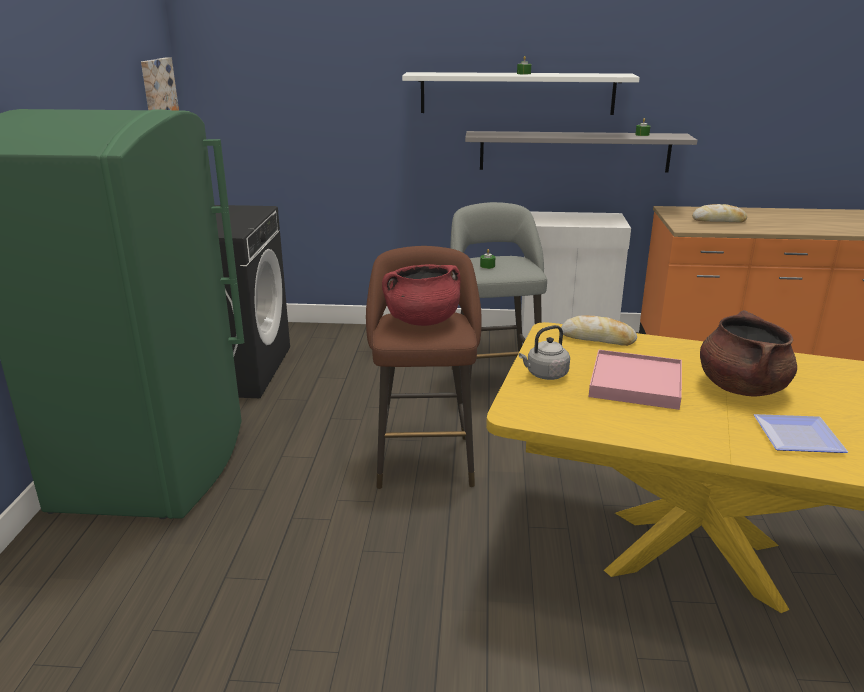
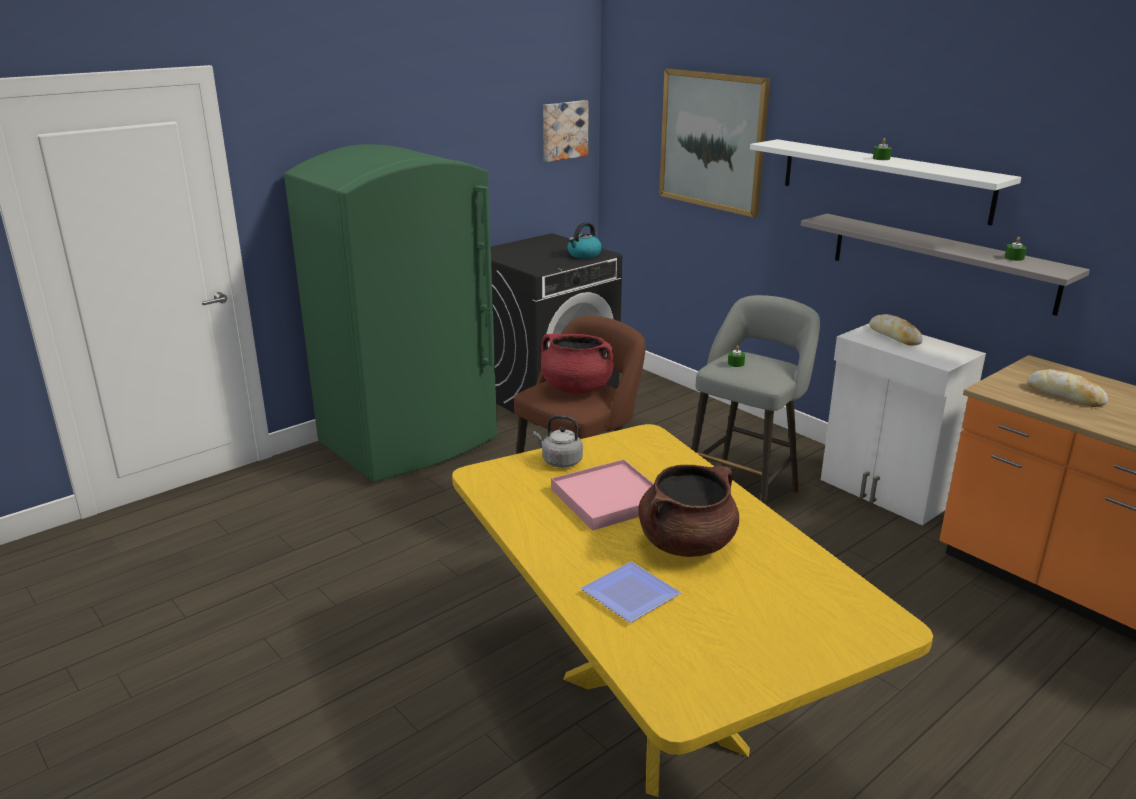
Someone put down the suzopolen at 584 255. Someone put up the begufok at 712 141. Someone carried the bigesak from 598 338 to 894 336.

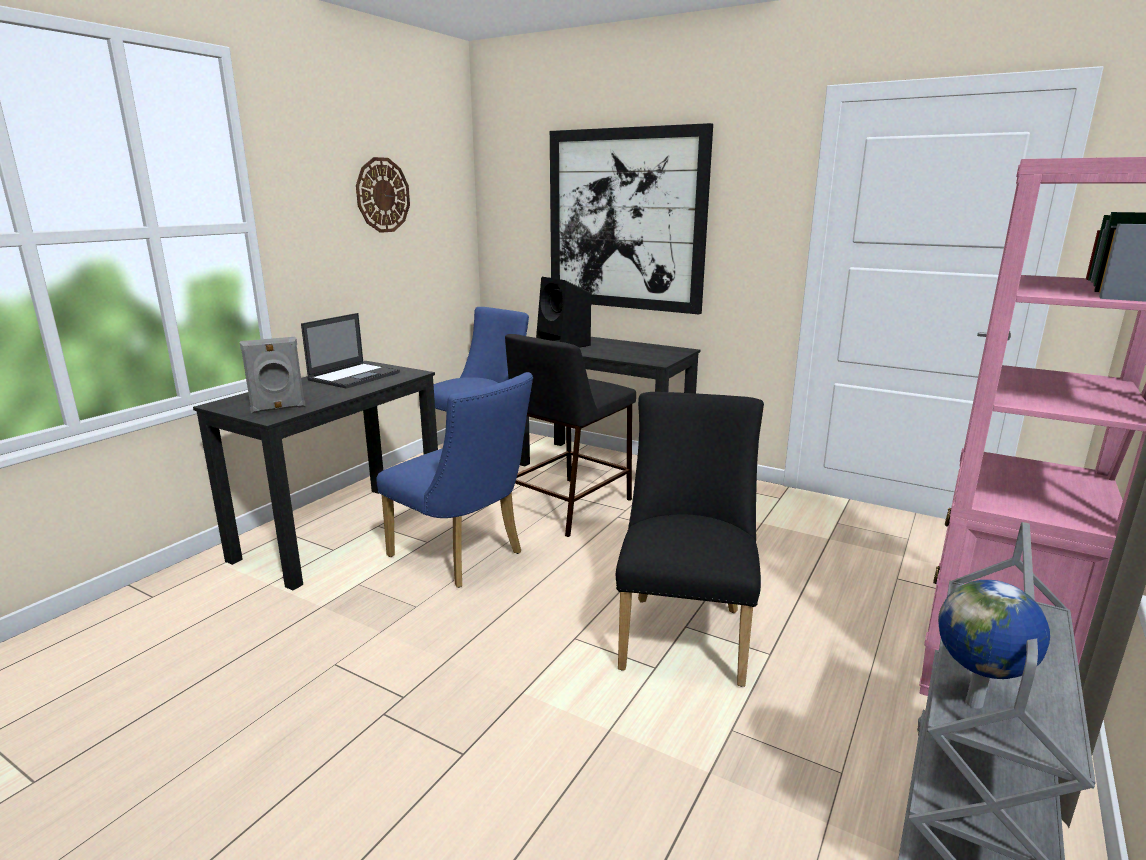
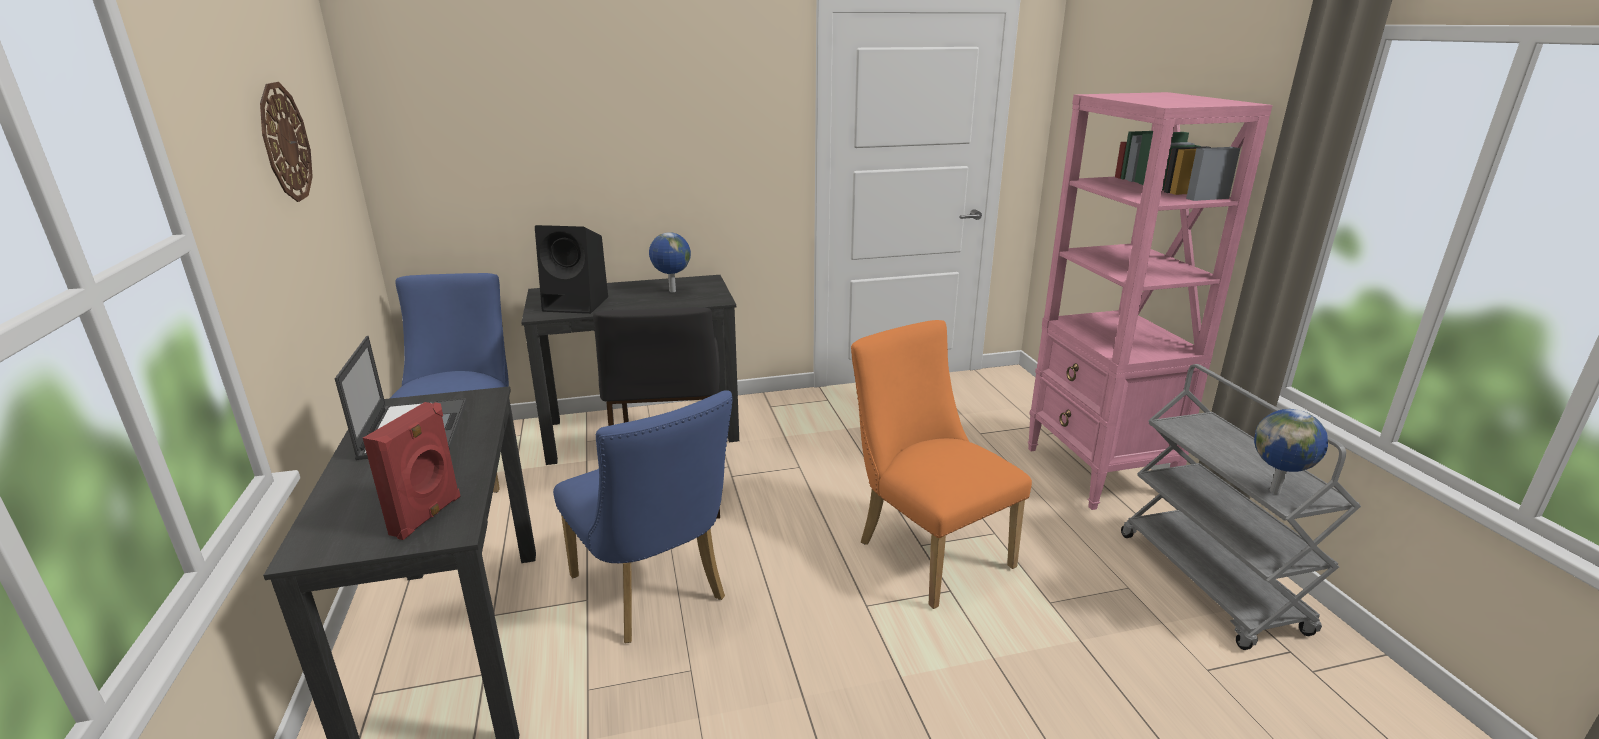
Someone repainted the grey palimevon at 278 409, which became the red palimevon at 428 516. Someone rotated the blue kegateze at 463 557 by 60 degrees clockwise. Someone put down the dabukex at 672 291. Someone repainted the black kegateze at 685 631, which became the orange kegateze at 926 549. Someone took away the begufok at 625 220.

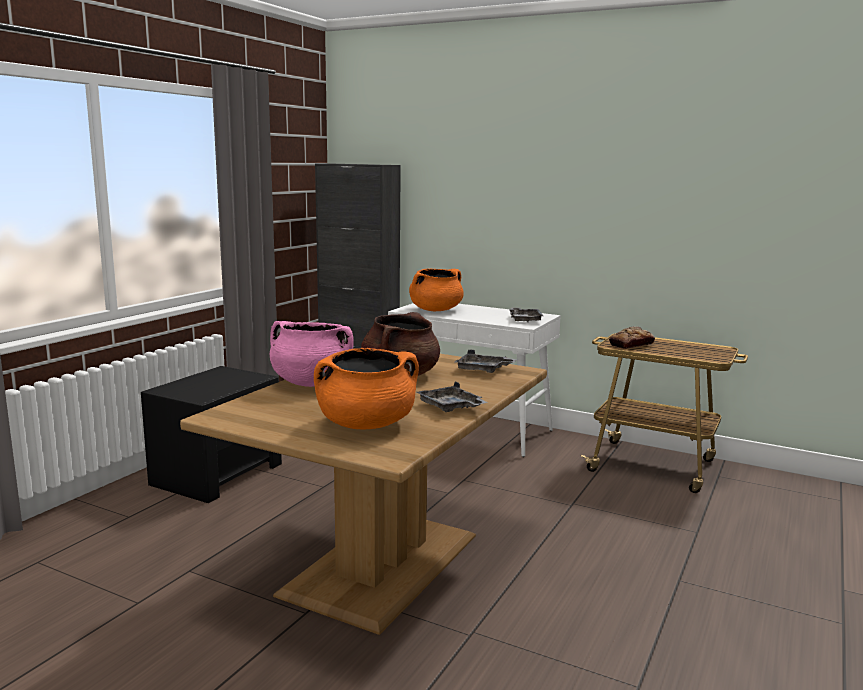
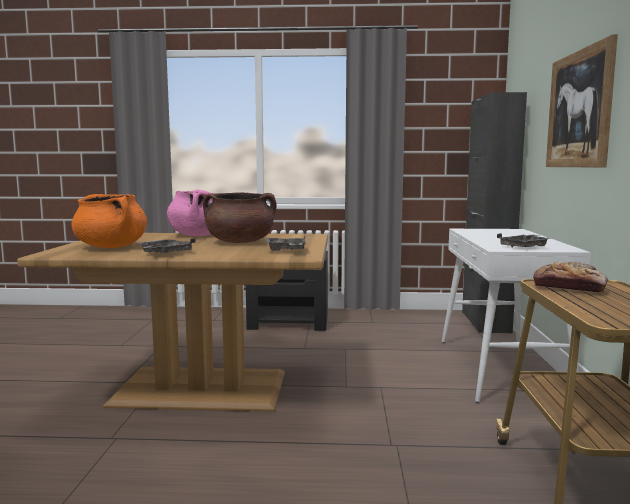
Someone put up the begufok at 579 109. Someone took away the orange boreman at 436 310.

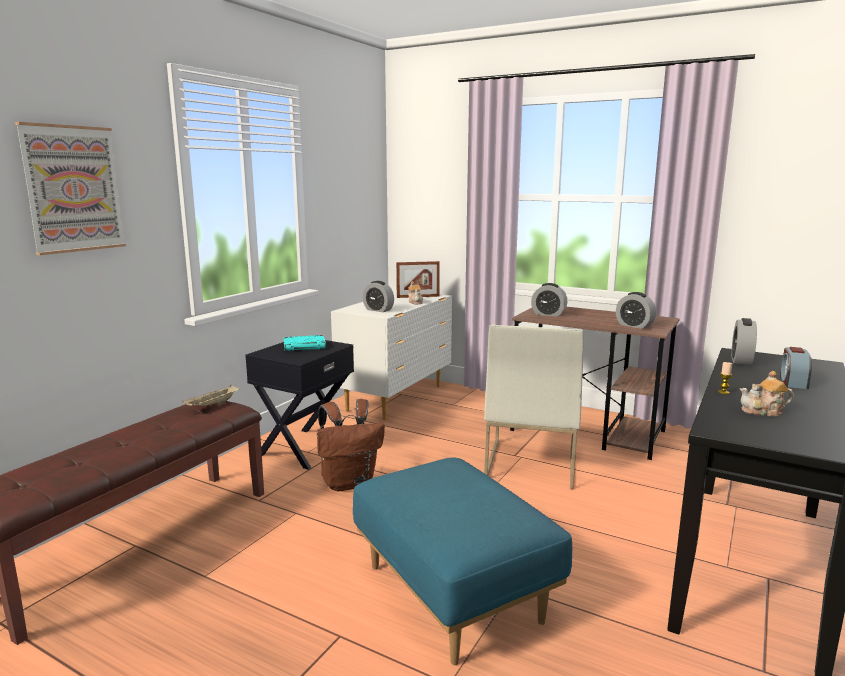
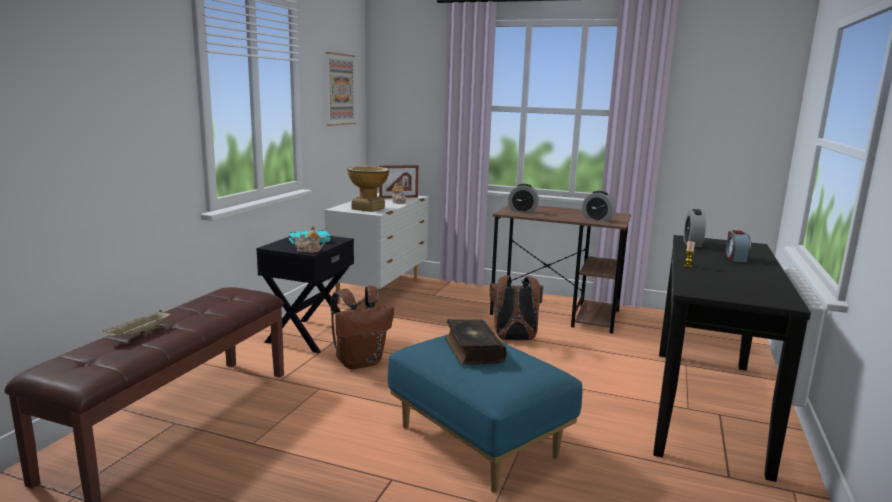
Someone carried the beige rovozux from 212 405 to 139 334. Someone carried the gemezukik from 763 412 to 309 250. Someone carried the begufok from 73 189 to 340 89. Someone swapped the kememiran at 378 310 for the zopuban at 368 208. Someone put down the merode at 472 350. Someone swapped the white kegateze at 530 463 for the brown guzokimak at 514 339.

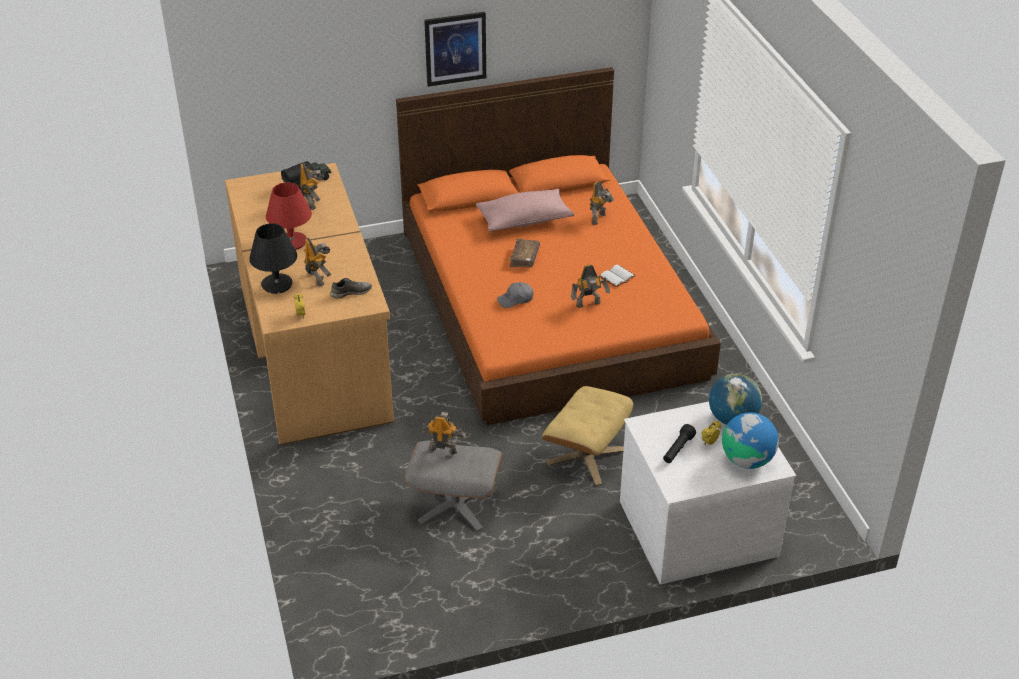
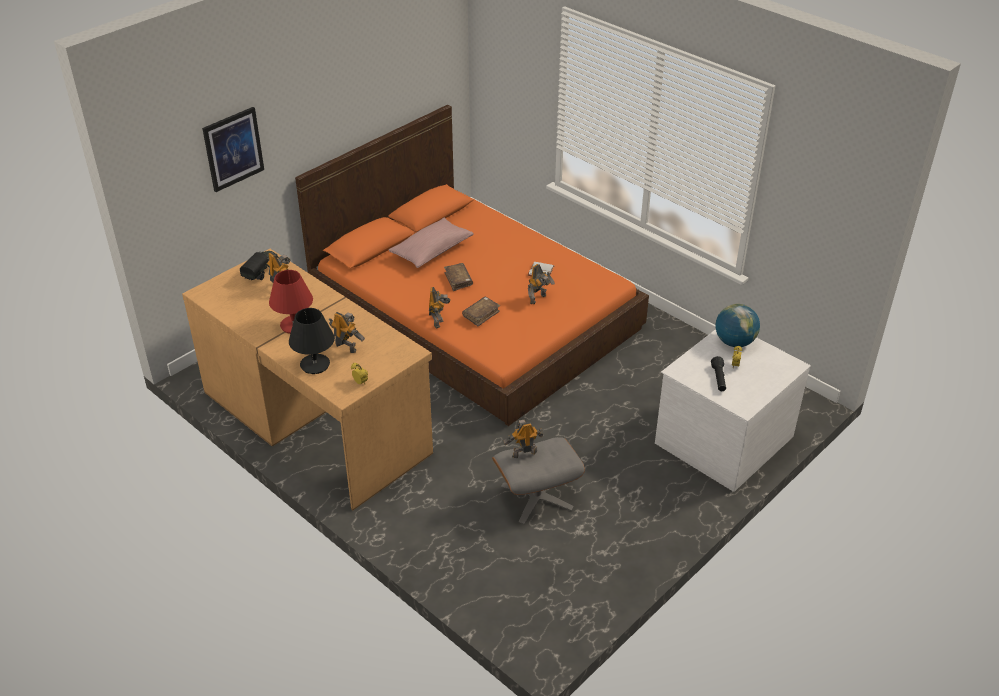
Someone carried the begufok from 455 48 to 233 149. Someone carried the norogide from 599 219 to 438 321. Someone swapped the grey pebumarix at 515 299 for the brown merode at 481 314. Someone took away the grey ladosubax at 351 292. Someone took away the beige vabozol at 586 456. Someone took away the dabukex at 747 459.

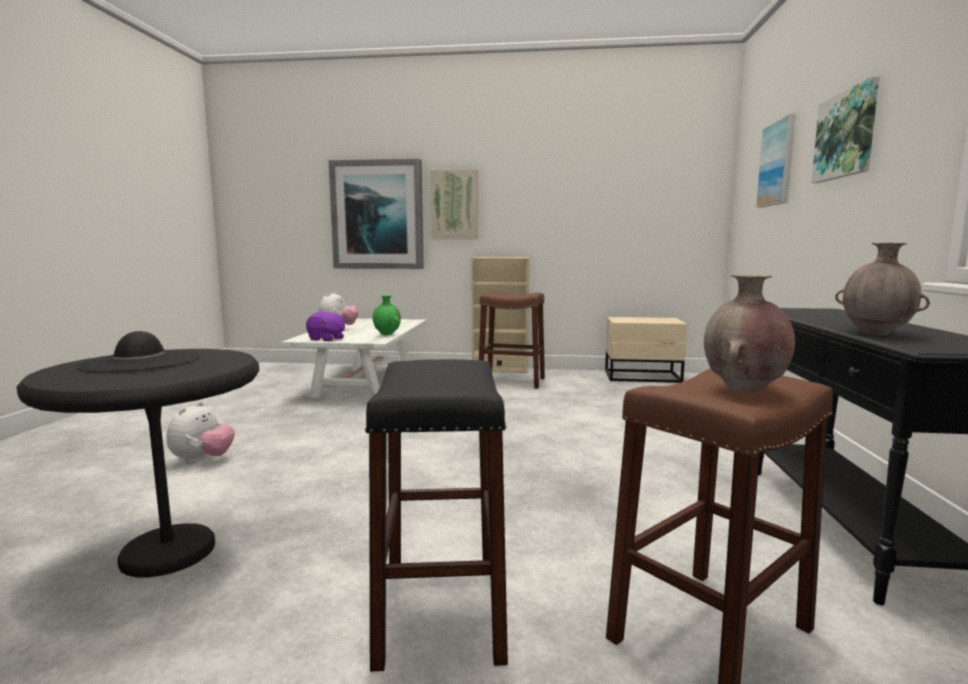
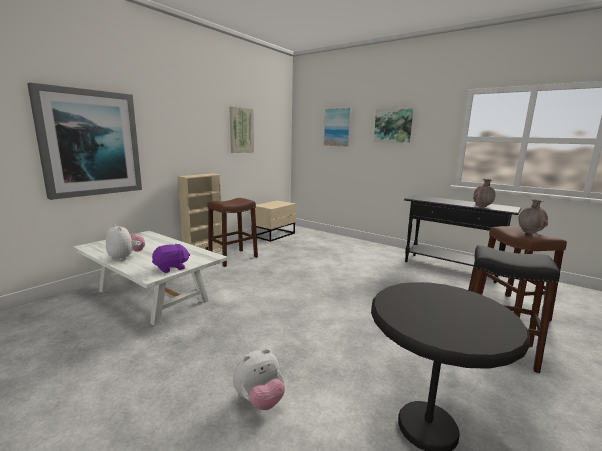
Someone carried the begufok from 454 205 to 241 130. Someone rotated the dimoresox at 202 460 by 105 degrees clockwise. Someone took away the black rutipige at 140 362. Someone took away the green zopuban at 387 334.

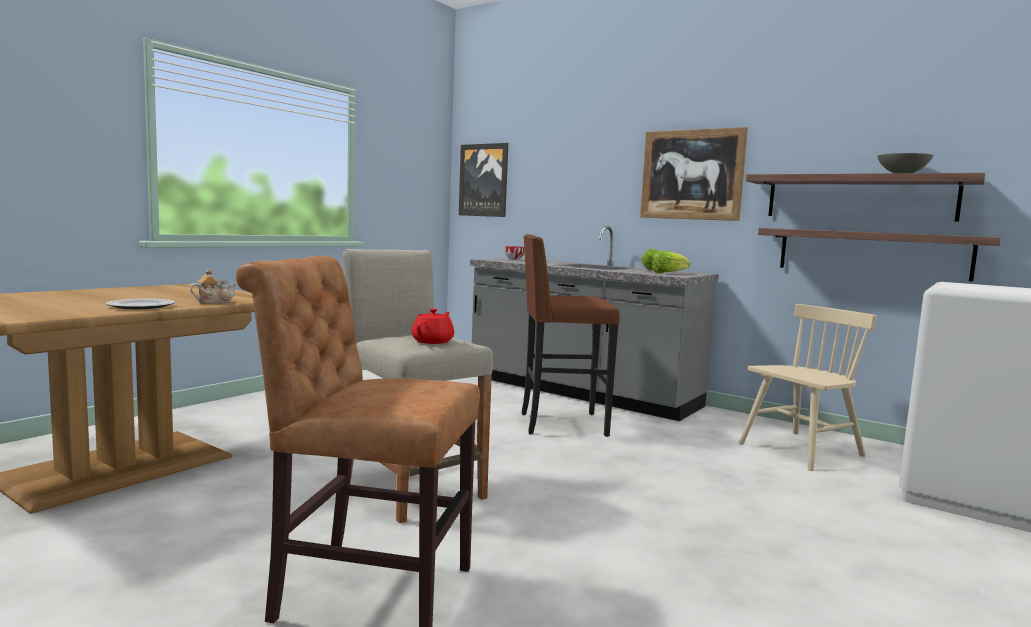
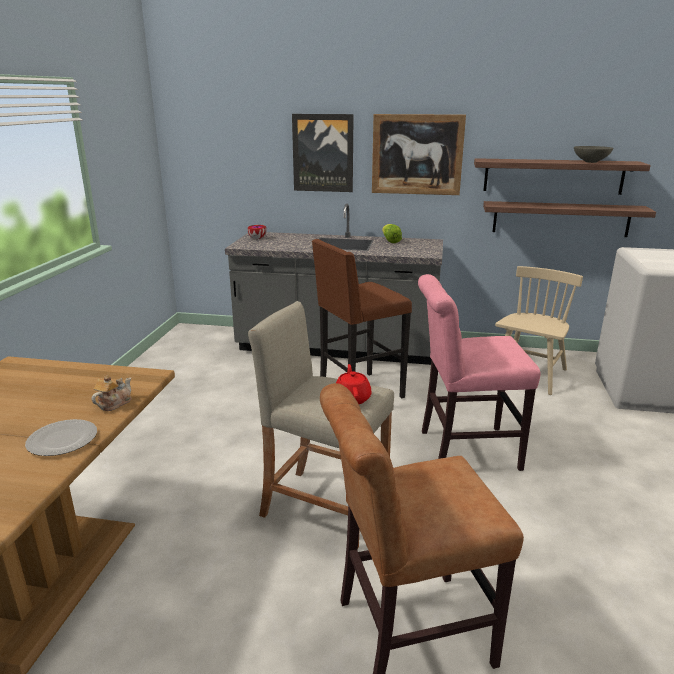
Someone carried the begufok from 484 180 to 323 153. Someone put down the pink kegateze at 463 450. Someone took away the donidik at 667 273.

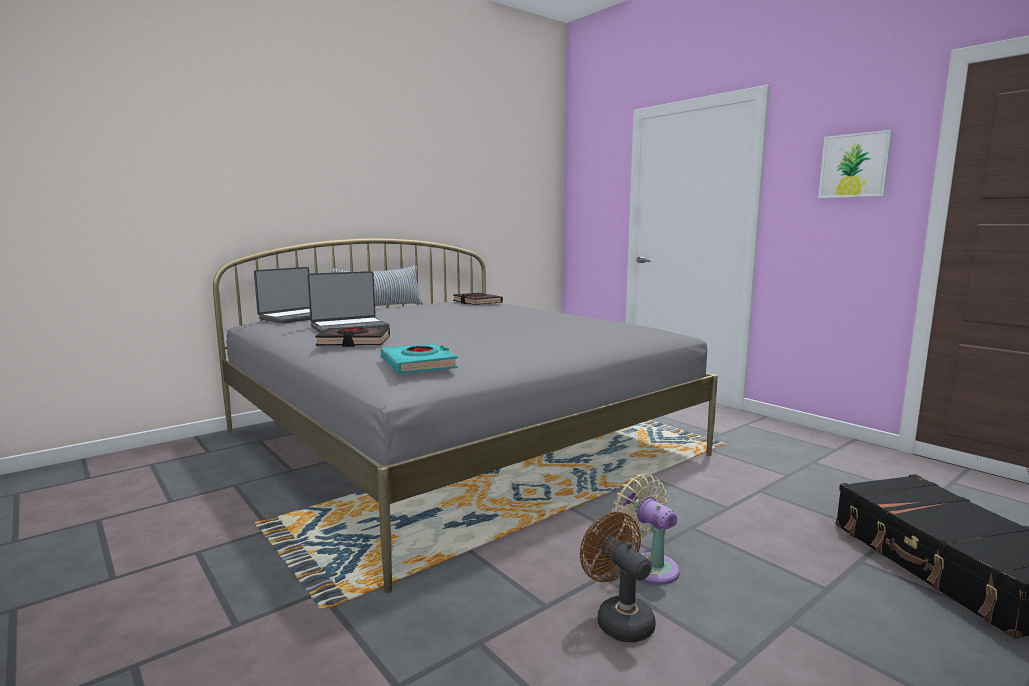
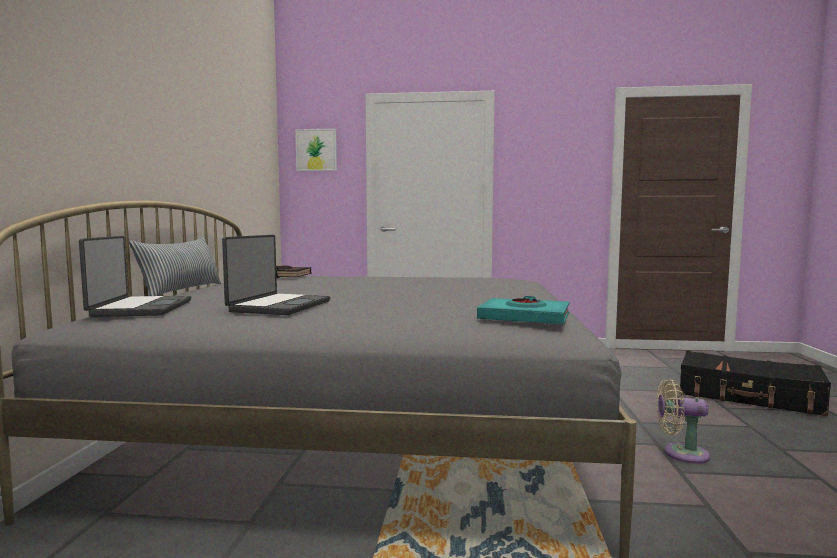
Someone carried the begufok from 854 165 to 316 150. Someone took away the black merode at 354 342. Someone took away the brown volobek at 618 619.

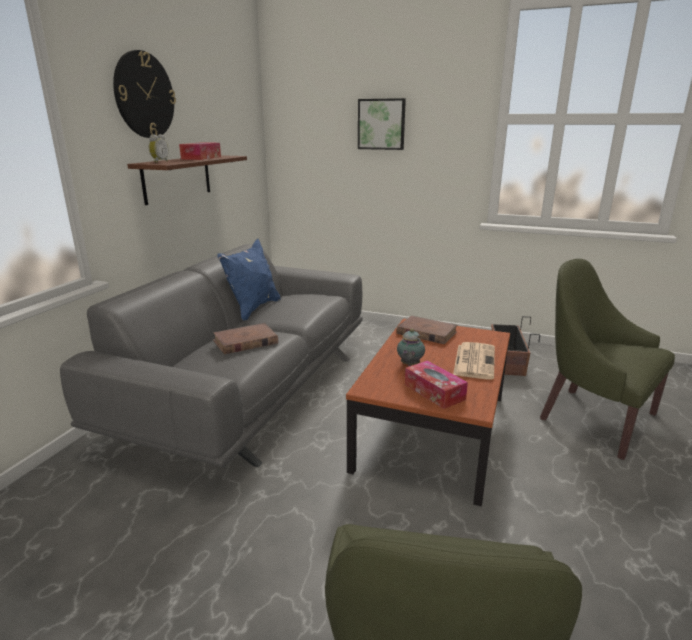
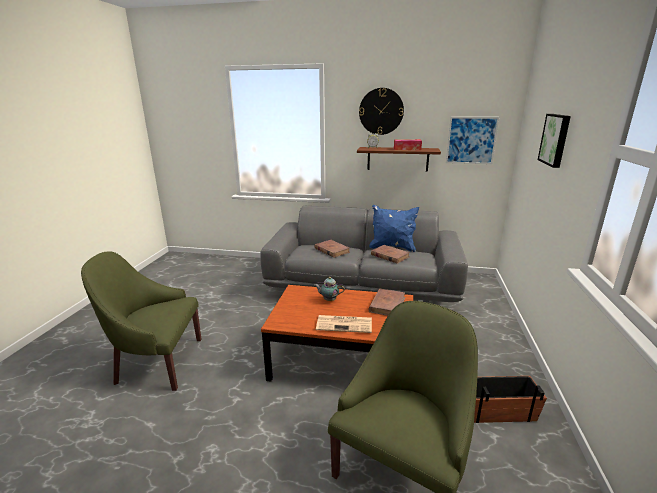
Someone put down the brown merode at 389 256. Someone put up the begufok at 471 140. Someone took away the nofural at 434 392.

